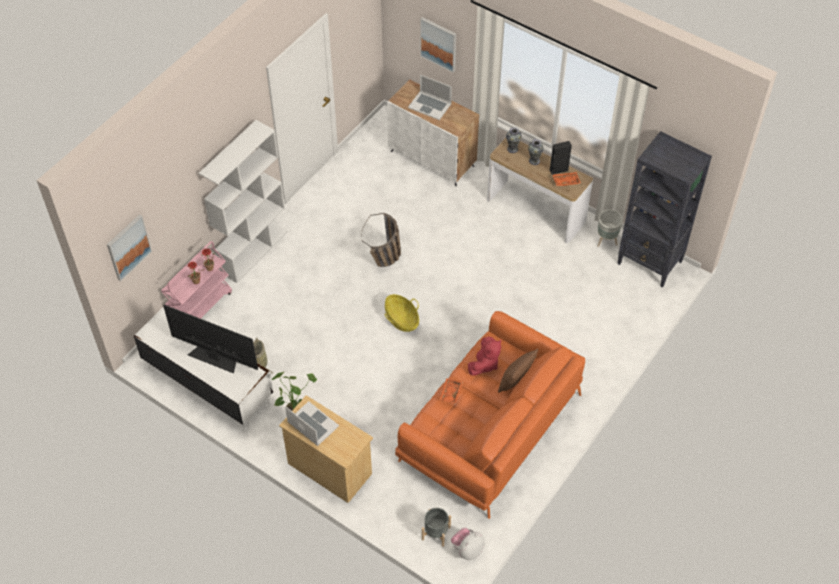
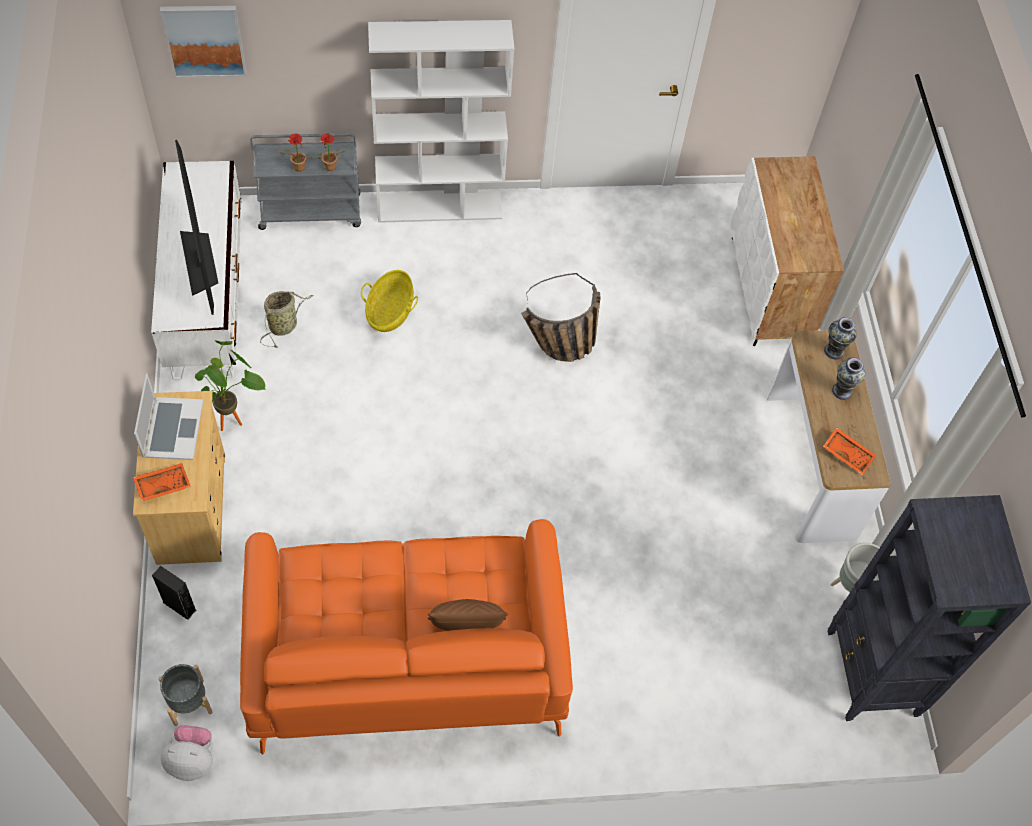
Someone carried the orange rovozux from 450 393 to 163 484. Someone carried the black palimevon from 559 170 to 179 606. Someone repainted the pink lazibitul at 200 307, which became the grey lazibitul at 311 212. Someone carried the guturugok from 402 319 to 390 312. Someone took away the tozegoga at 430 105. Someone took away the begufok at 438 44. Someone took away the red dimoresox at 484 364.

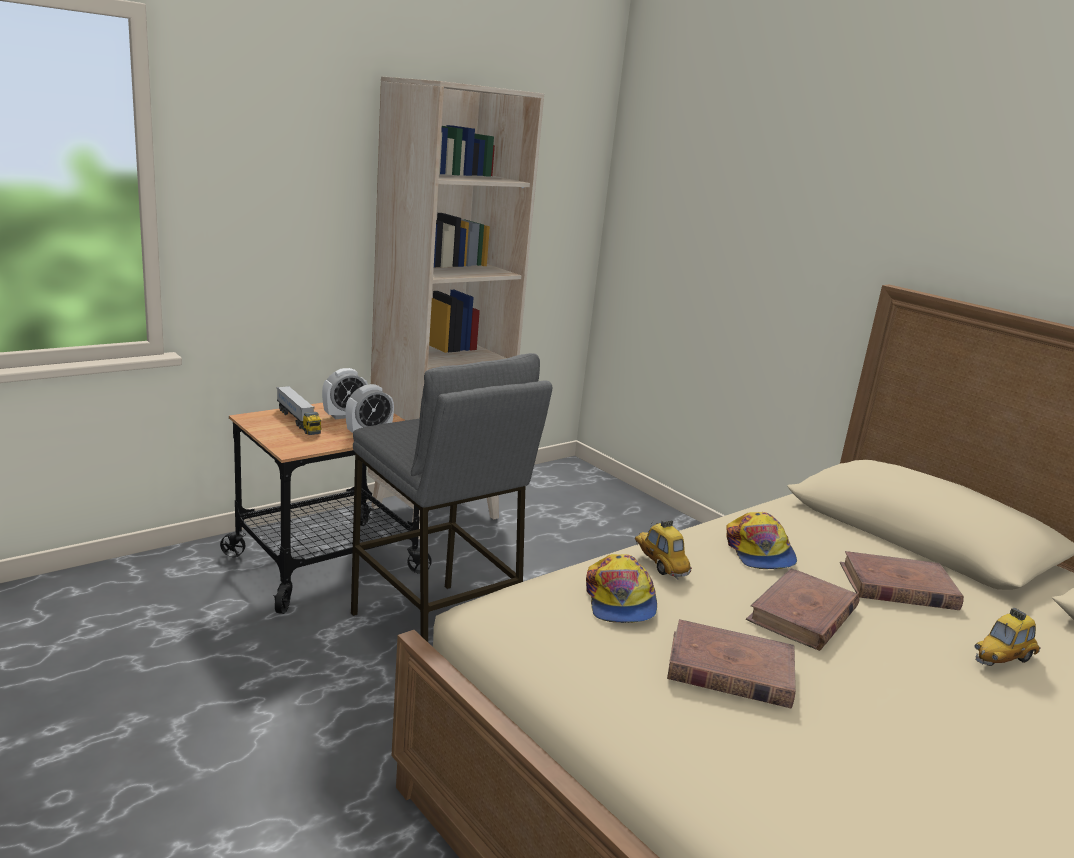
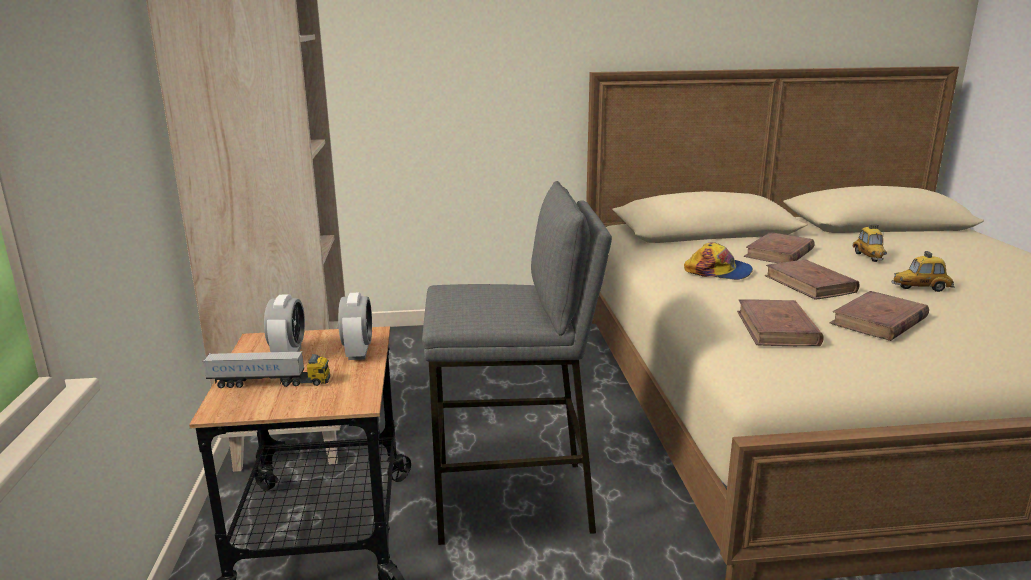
Someone swapped the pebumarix at 620 601 for the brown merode at 777 328. Someone carried the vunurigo from 659 564 to 921 288.

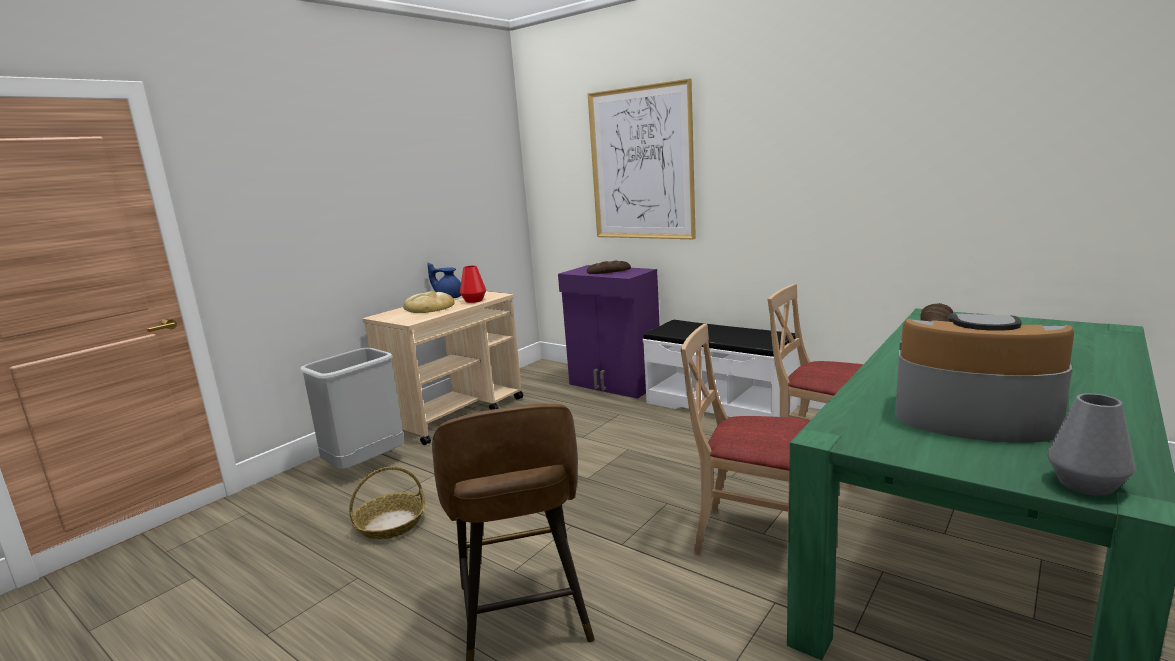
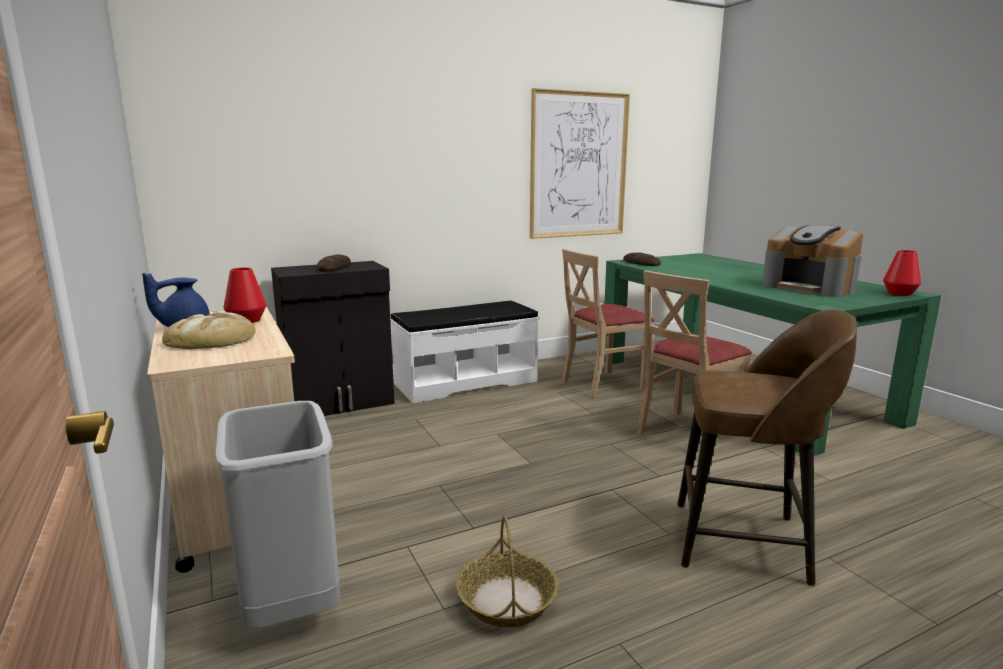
Someone repainted the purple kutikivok at 614 384, which became the black kutikivok at 340 403. Someone carried the begufok from 641 164 to 578 165. Someone rotated the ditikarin at 972 416 by 90 degrees counterclockwise. Someone repainted the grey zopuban at 1085 484, which became the red zopuban at 899 293.

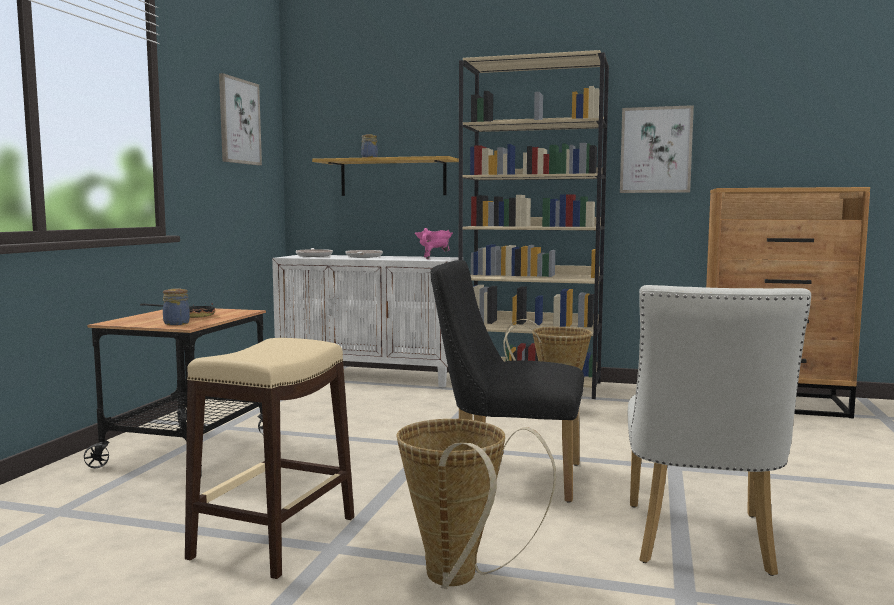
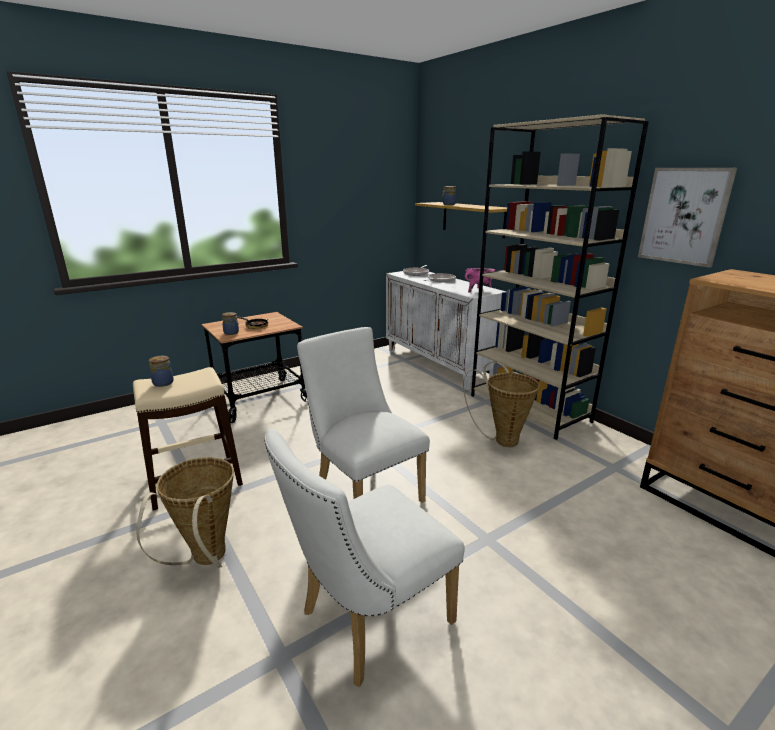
Someone put down the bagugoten at 163 383. Someone repainted the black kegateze at 506 476, which became the white kegateze at 364 491. Someone took away the begufok at 239 121.

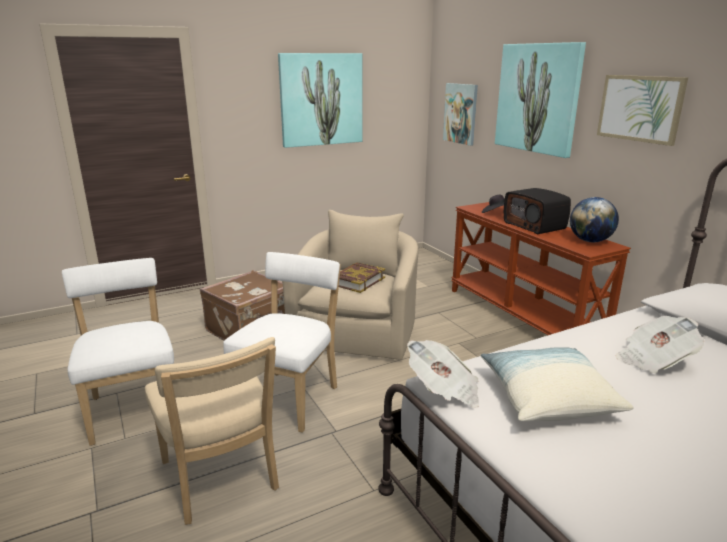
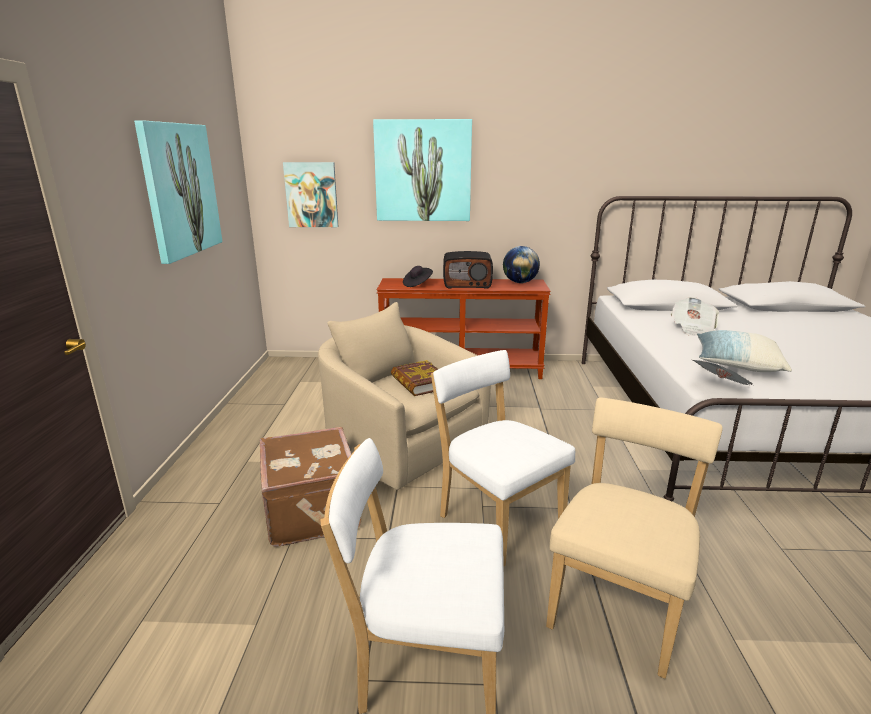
Someone rotated the beige kegateze at 221 479 by 60 degrees counterclockwise. Someone took away the begufok at 640 108.

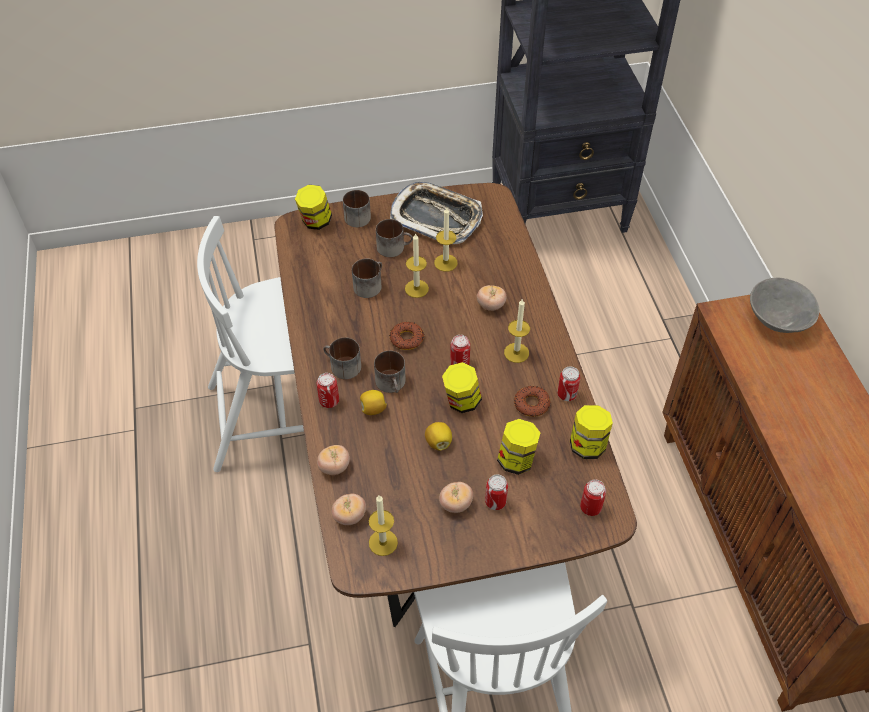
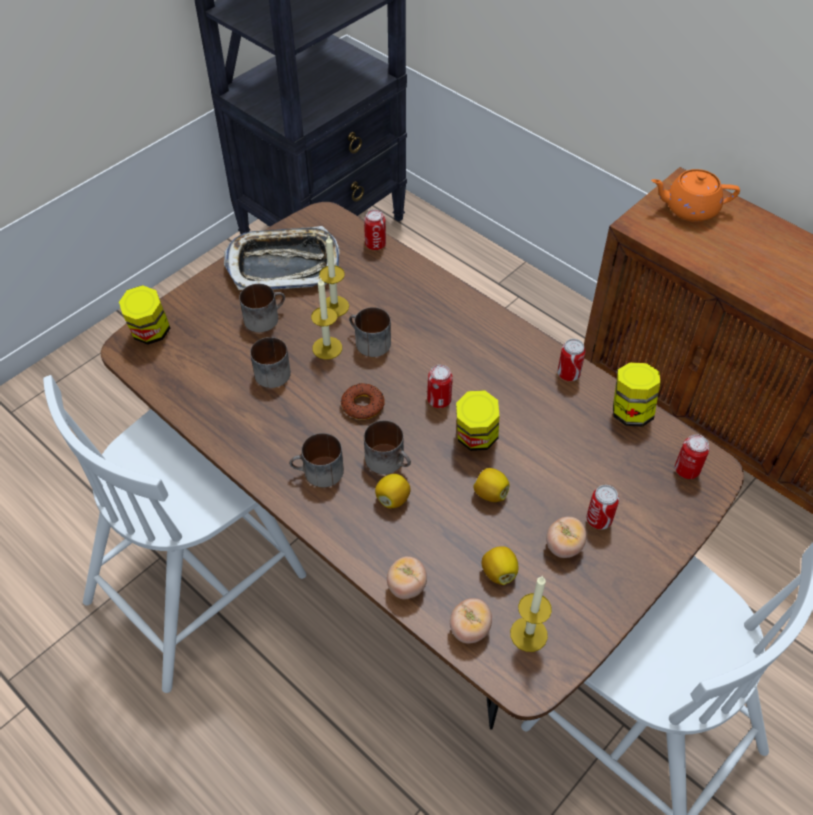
Someone carried the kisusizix from 355 216 to 368 342. Someone carried the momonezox from 329 401 to 375 244. Someone put down the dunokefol at 499 572. Someone swapped the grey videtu at 777 322 for the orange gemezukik at 689 209. Someone took away the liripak at 491 305. Someone took away the bagugoten at 516 460. Someone took away the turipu at 516 353. Someone took away the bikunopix at 531 404.

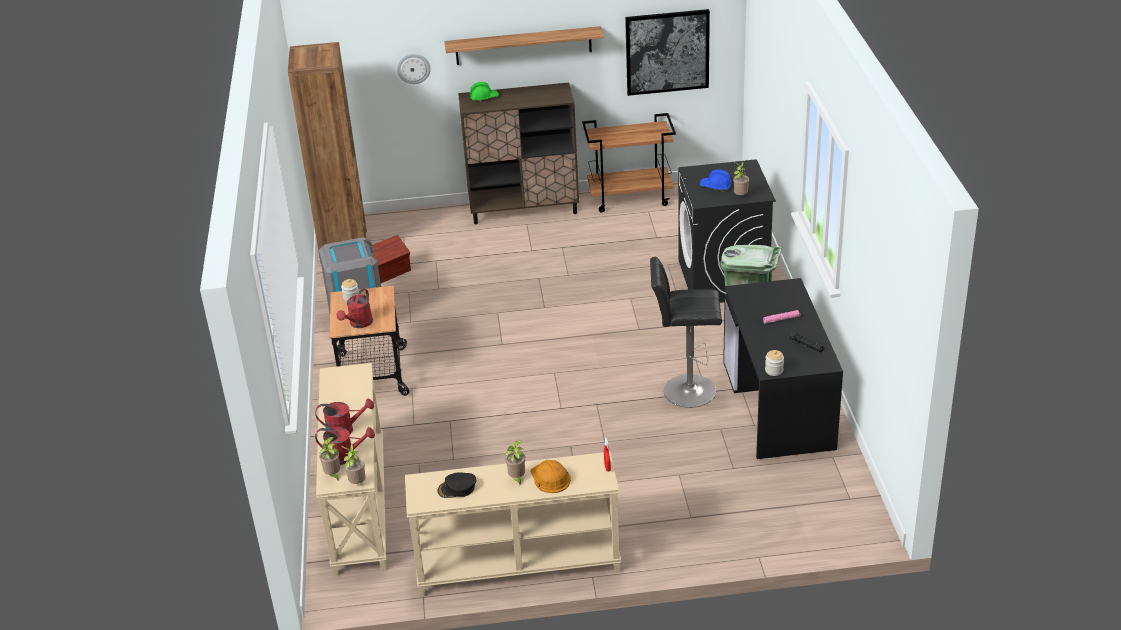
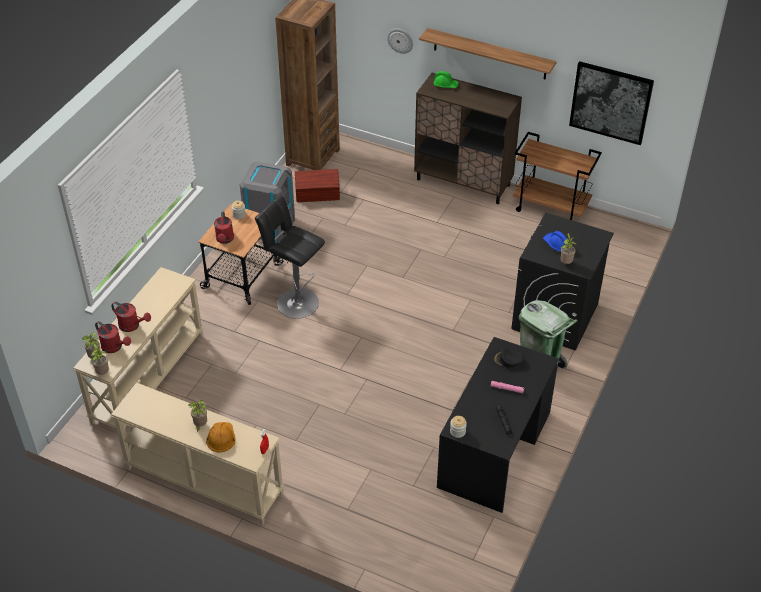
Someone rotated the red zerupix at 358 324 by 60 degrees counterclockwise. Someone carried the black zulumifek from 685 391 to 295 302. Someone carried the black pebumarix from 457 488 to 508 360.

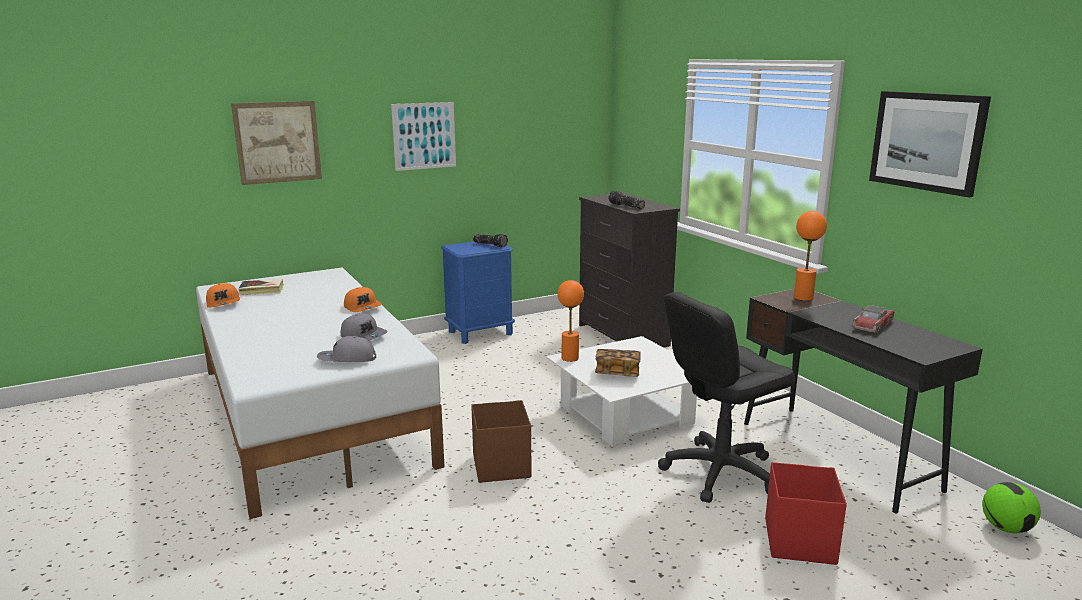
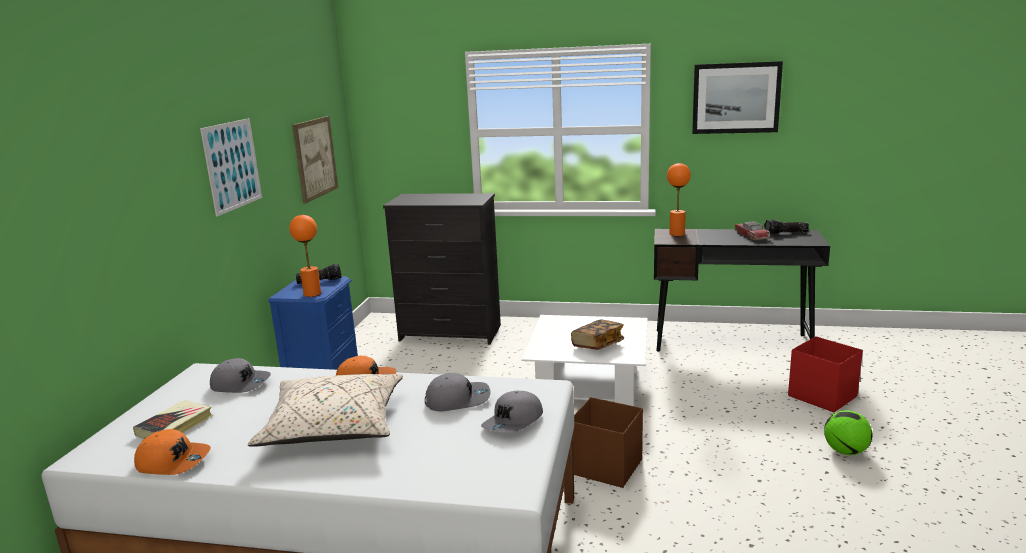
Someone put down the grey pebumarix at 241 384. Someone put down the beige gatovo at 334 426. Someone carried the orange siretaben from 569 358 to 312 294. Someone carried the begufok from 277 142 to 315 158. Someone carried the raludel from 626 206 to 785 233. Someone carried the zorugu from 1006 528 to 845 451. Someone took away the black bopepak at 719 472.

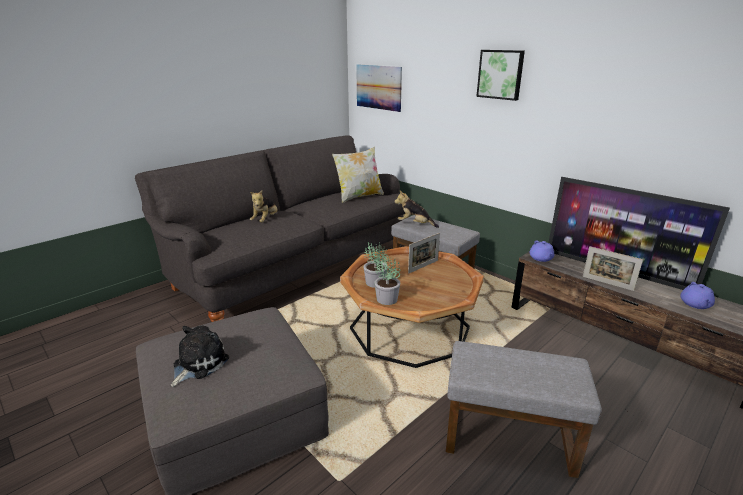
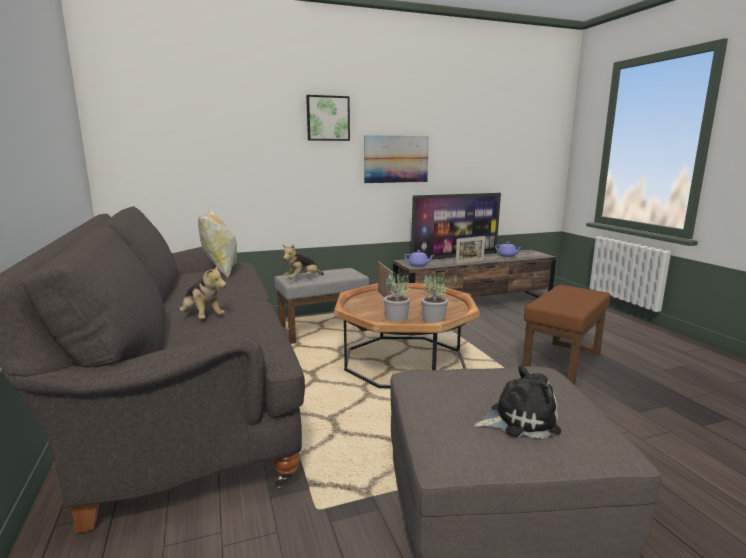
Someone carried the begufok from 378 87 to 396 159. Someone rotated the dimoresox at 198 364 by 120 degrees clockwise. Someone repainted the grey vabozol at 510 438, which became the brown vabozol at 562 361.

